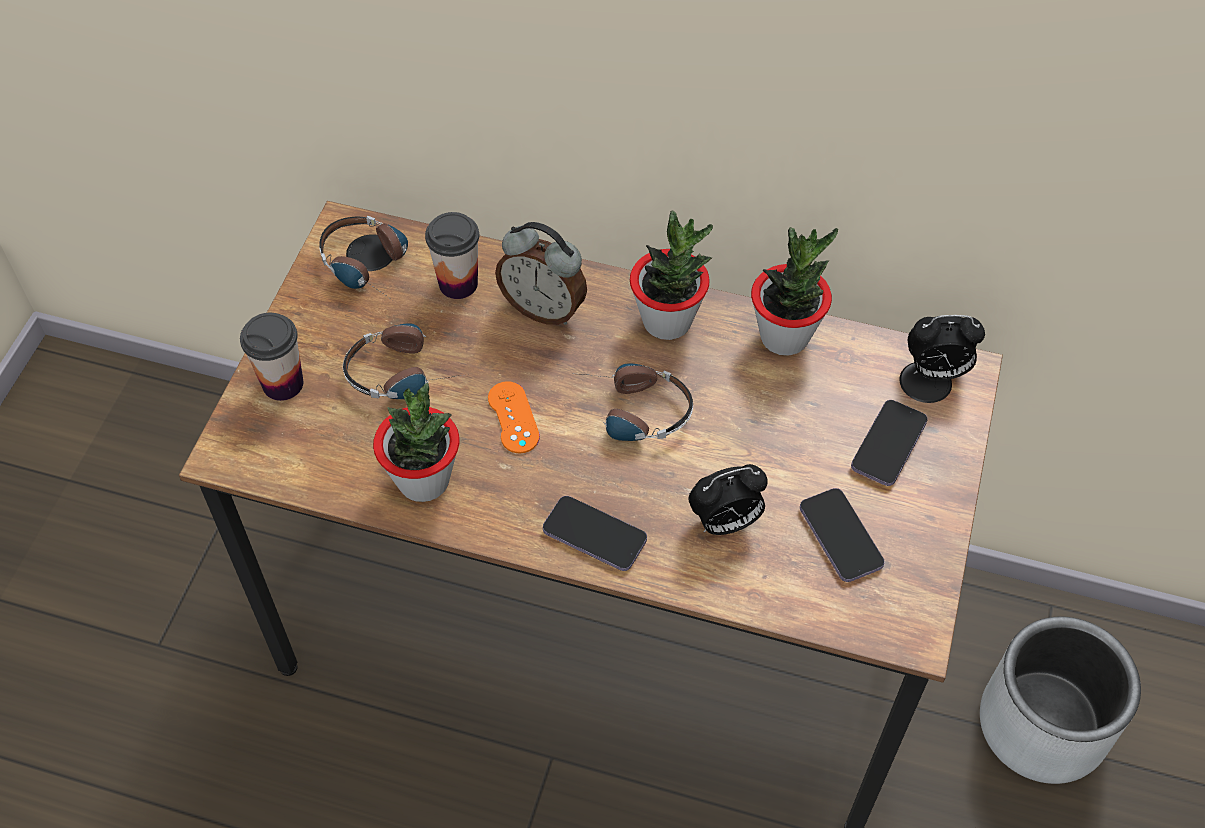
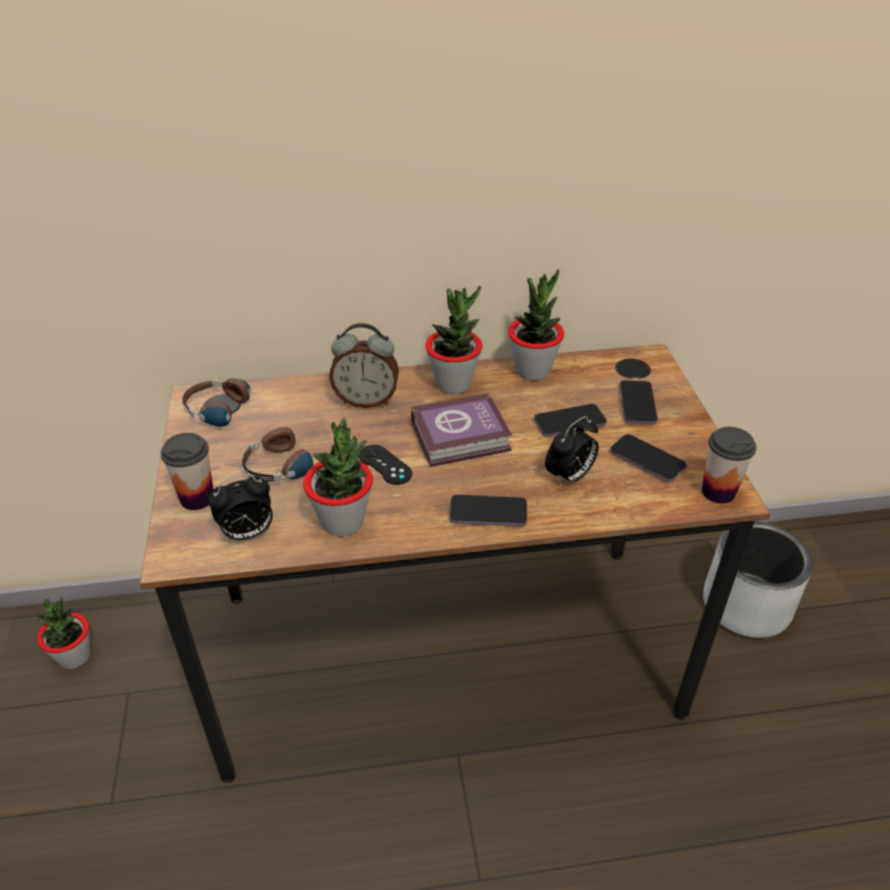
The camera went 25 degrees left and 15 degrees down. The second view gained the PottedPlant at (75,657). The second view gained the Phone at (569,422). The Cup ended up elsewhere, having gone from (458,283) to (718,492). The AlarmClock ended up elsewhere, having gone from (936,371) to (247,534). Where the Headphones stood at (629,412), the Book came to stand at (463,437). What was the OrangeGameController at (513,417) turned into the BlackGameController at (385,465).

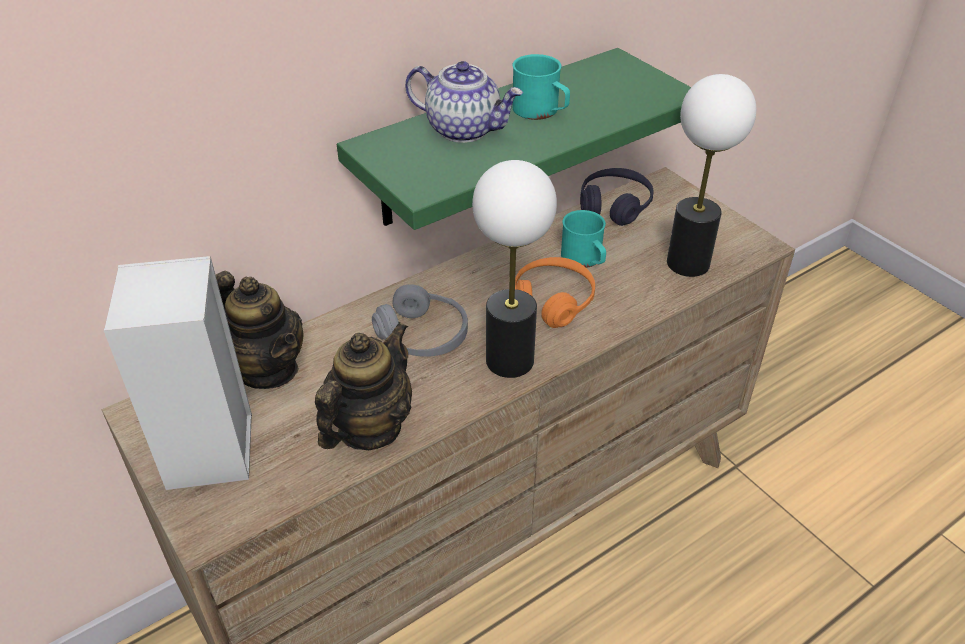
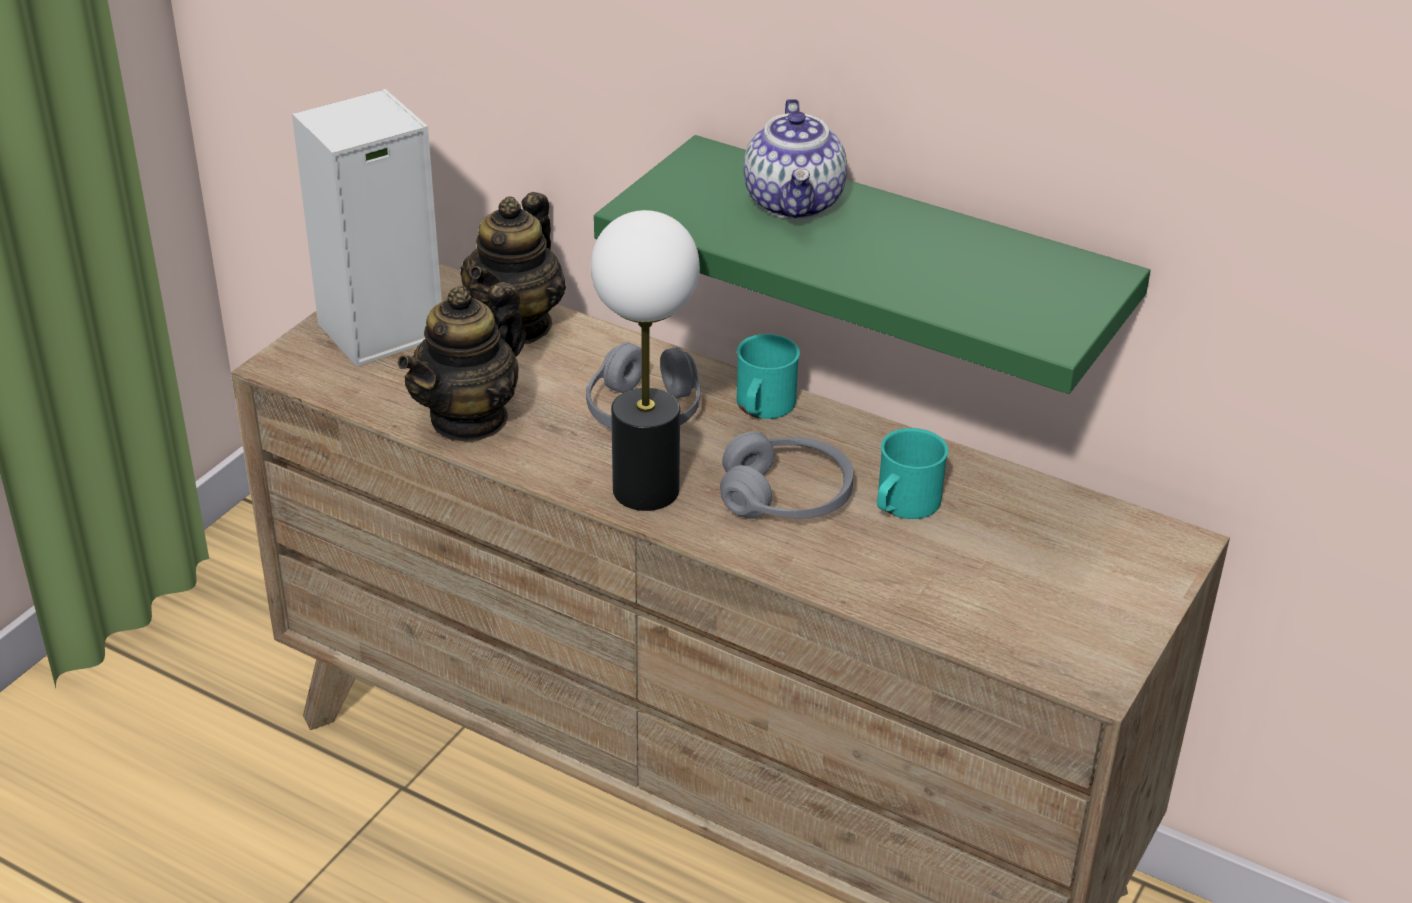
The camera went 65 degrees right and 5 degrees down. The second view lost the PurpleHeadphones at (614,206). The second view lost the TableLamp at (687,263). The TurquoiseMug ended up elsewhere, having gone from (541,111) to (762,408). What was the OrangeHeadphones at (551,302) turned into the GreyHeadphones at (785,497). The Teapot at (369,428) ended up facing another way, 120 degrees clockwise from before.

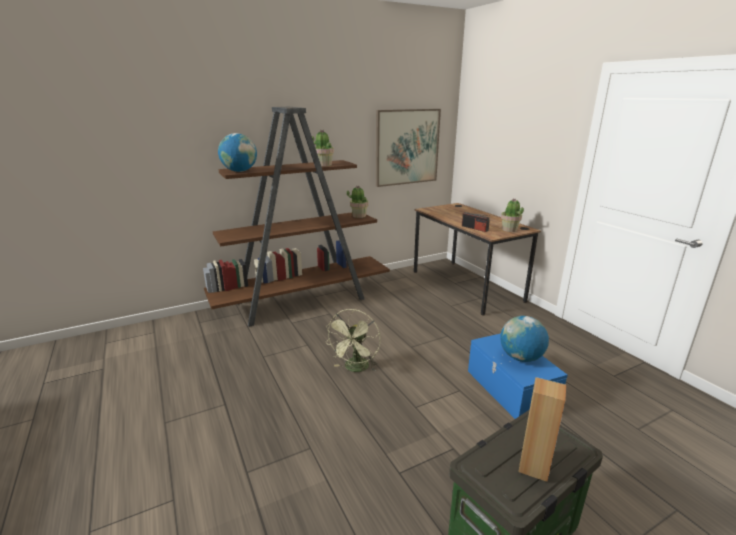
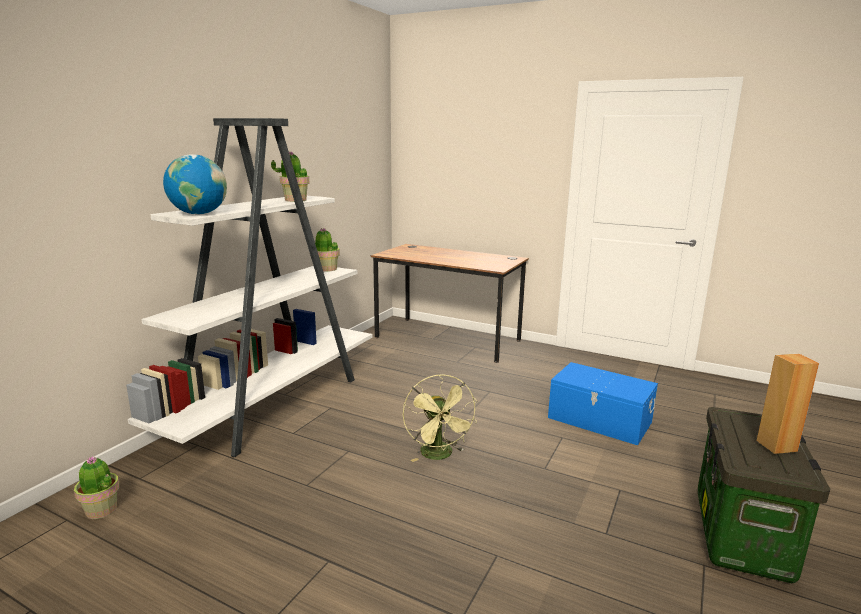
The camera went 35 degrees left and 5 degrees down. The second view lost the Picture at (407,147). The second view lost the Radio at (474,228). The second view lost the Globe at (520,357). The PottedPlant ended up elsewhere, having gone from (509,230) to (101,510). What was the BrownBookcase at (303,301) turned into the WhiteBookcase at (274,403).

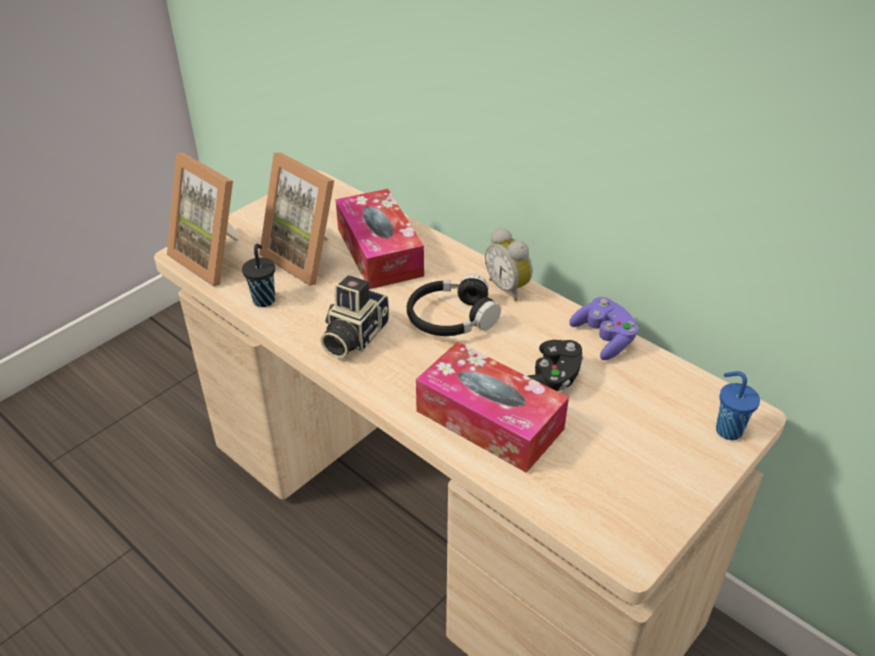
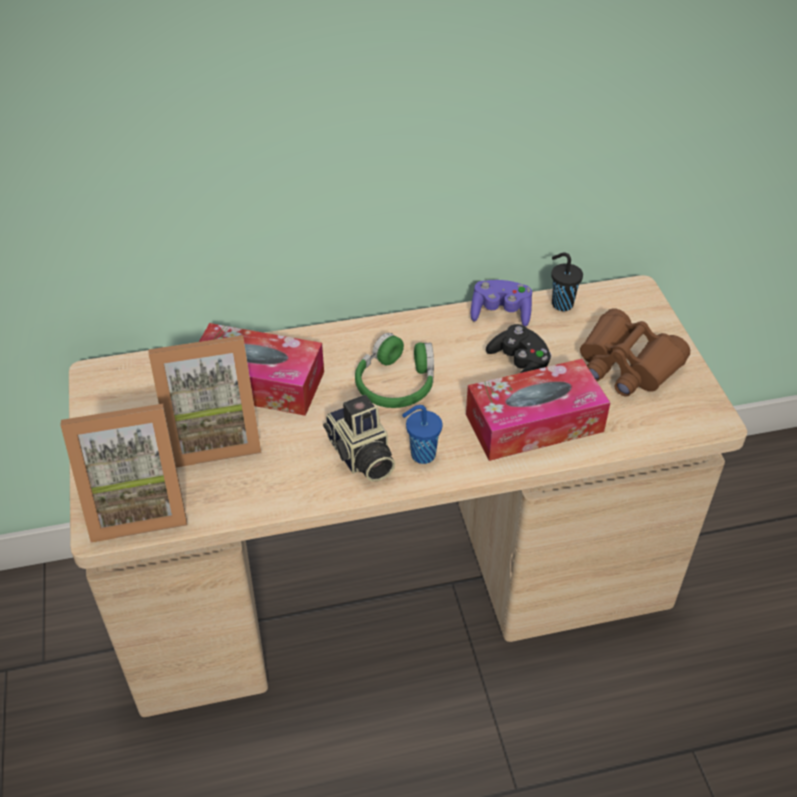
The camera went 55 degrees left and 5 degrees up. The second view lost the AlarmClock at (509,288). The second view gained the BrownBinoculars at (626,365). The BlackCup ended up elsewhere, having gone from (264,299) to (561,304). The BlueCup ended up elsewhere, having gone from (727,430) to (421,455). What was the BlackHeadphones at (451,318) turned into the GreenHeadphones at (396,383).

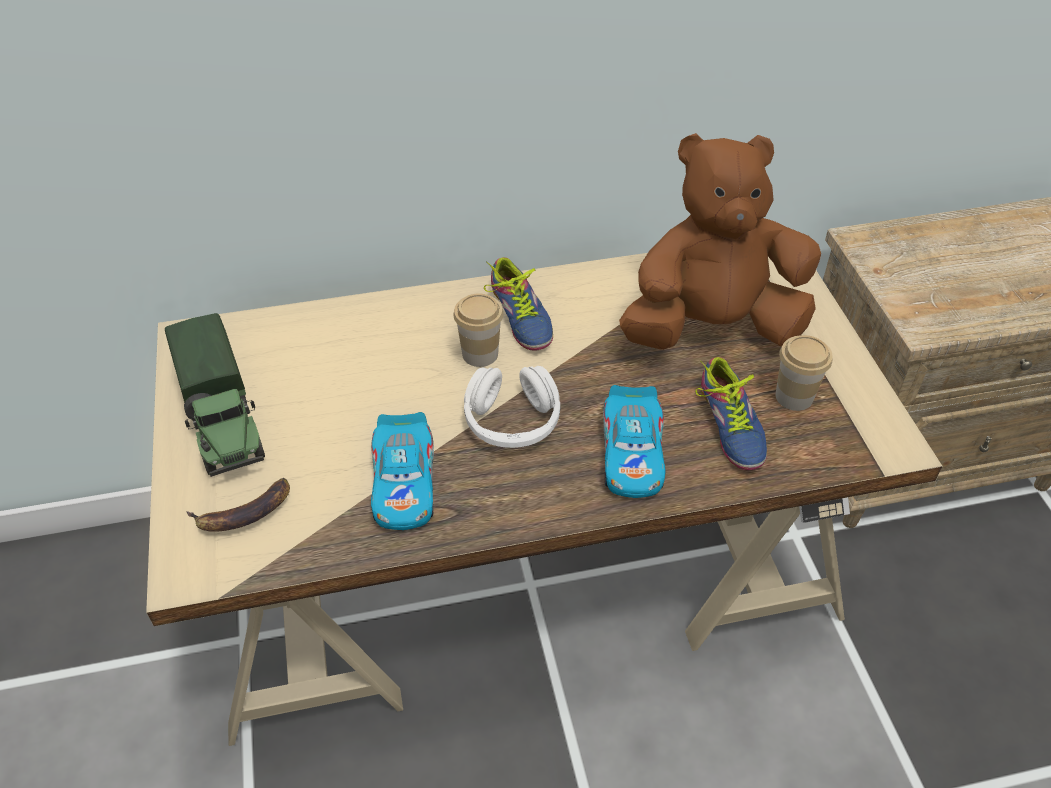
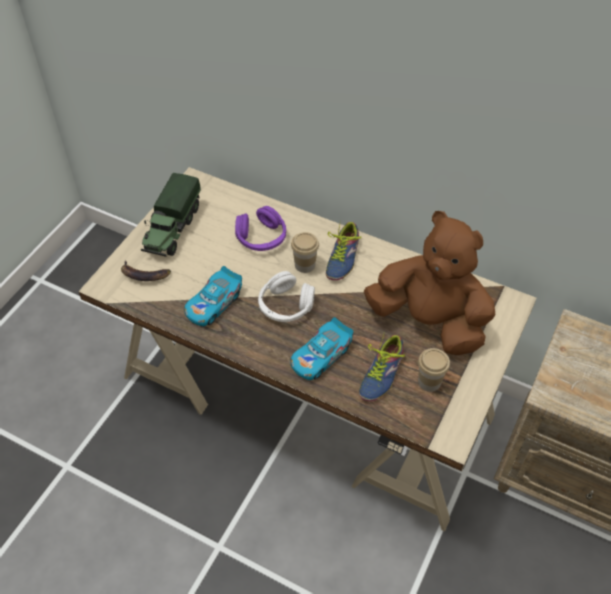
The camera went 40 degrees right and 5 degrees up. The second view gained the PurpleHeadphones at (261,237).

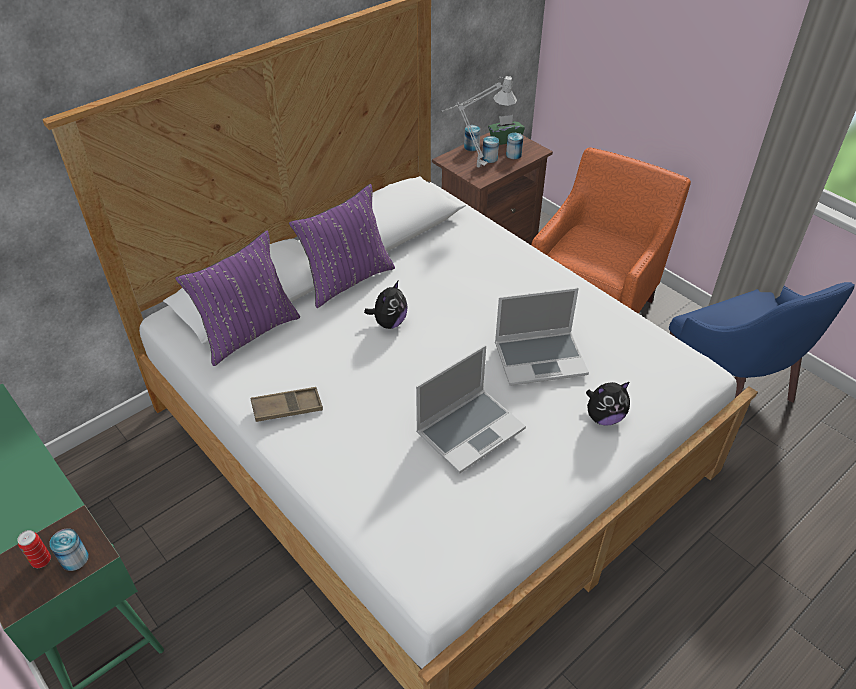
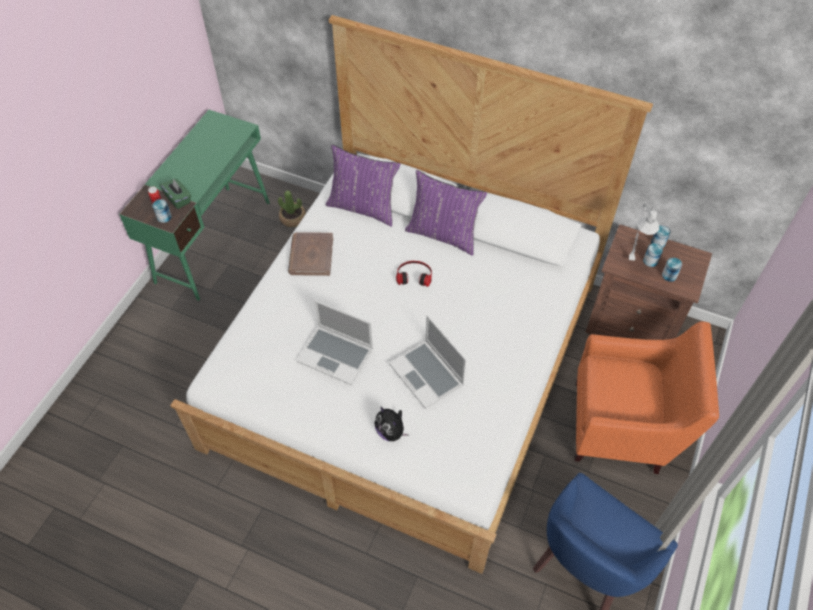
The camera went 65 degrees right and 10 degrees up. The second view gained the PottedPlant at (293,218). The GreenTissueBox ended up elsewhere, having gone from (505,139) to (178,199). Where the BrownTray stood at (287,408), the BrownBook came to stand at (311,256). Where the PlushToy stood at (389,323), the Headphones came to stand at (414,275).

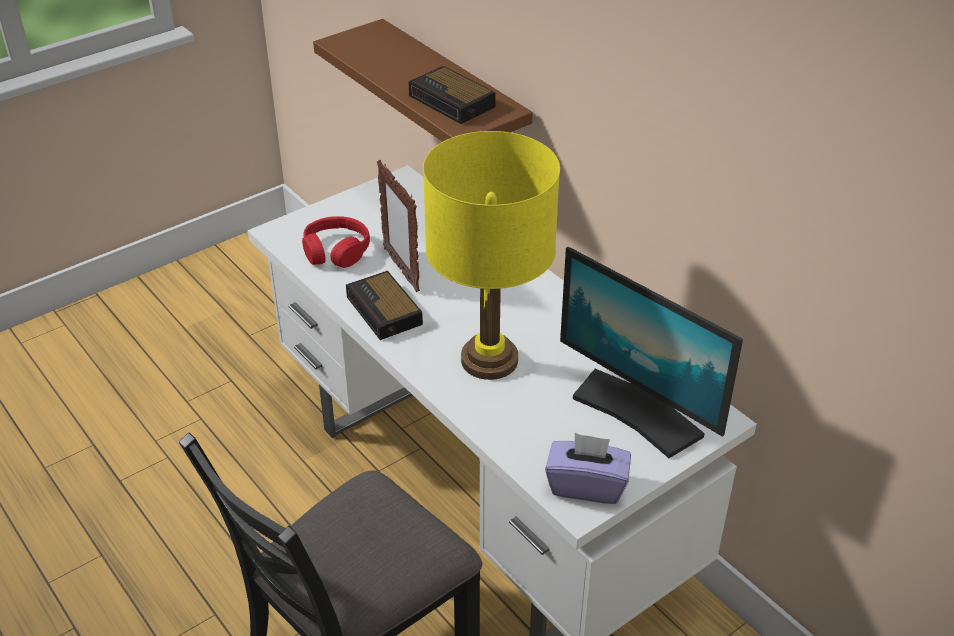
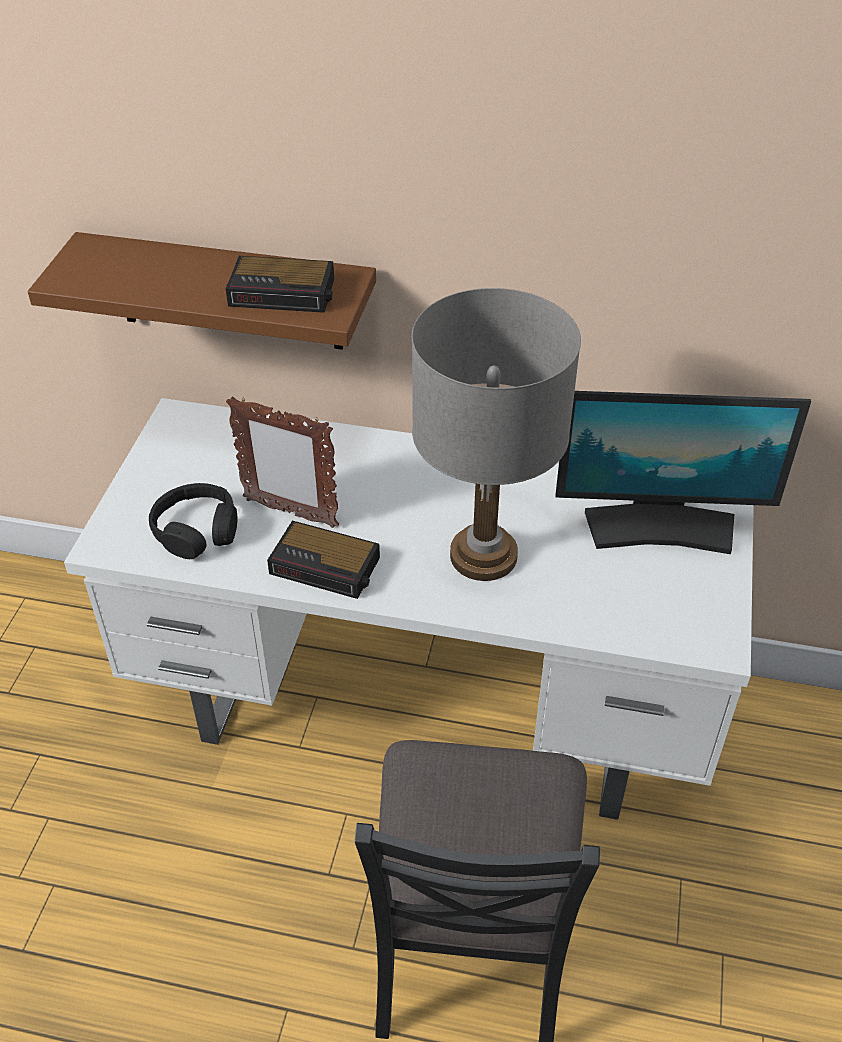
The camera went 40 degrees left and 5 degrees up. The second view lost the PurpleTissueBox at (586,485). What was the RedHeadphones at (336,251) turned into the BlackHeadphones at (197,530). What was the YellowTableLamp at (489,360) turned into the GreyTableLamp at (483,555).

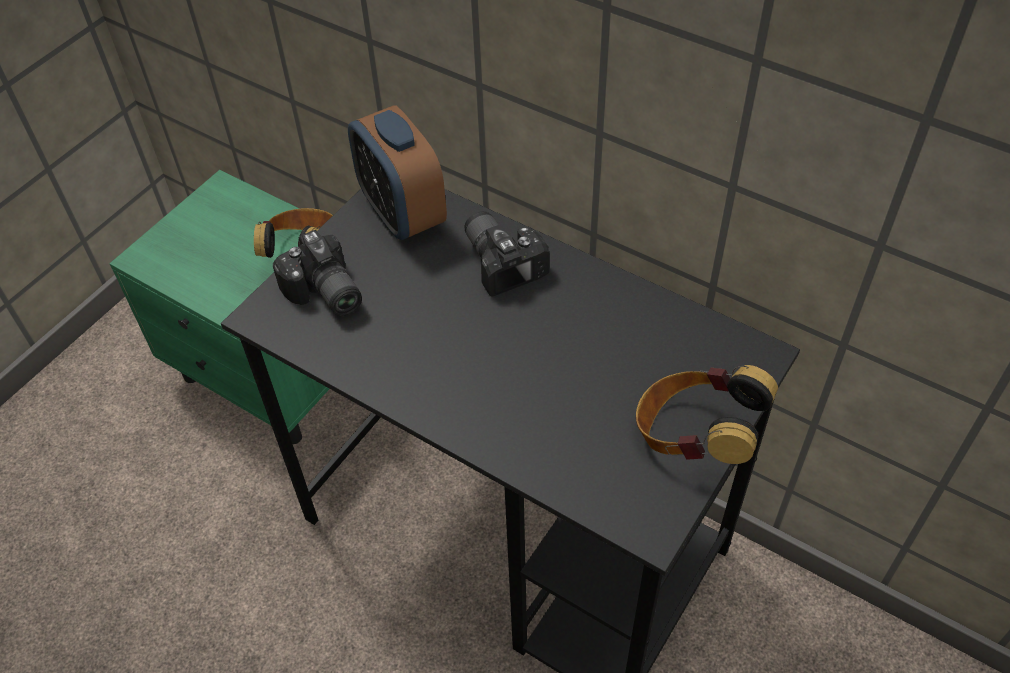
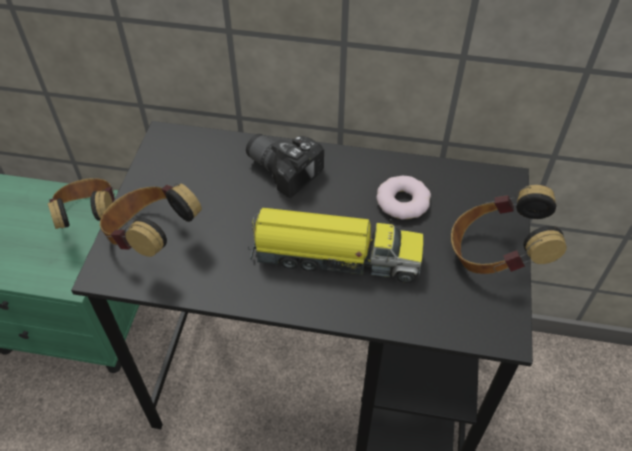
The camera went 25 degrees left and 0 degrees up. The second view lost the AlarmClock at (402,213). The second view gained the ToyTruck at (334,255). The second view gained the Donut at (402,201). Where the PhotoCamera stood at (323,294), the Headphones came to stand at (151,238).

